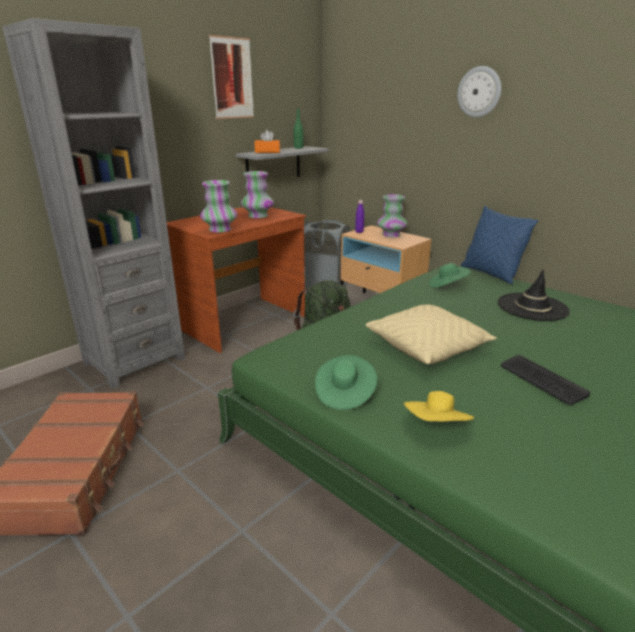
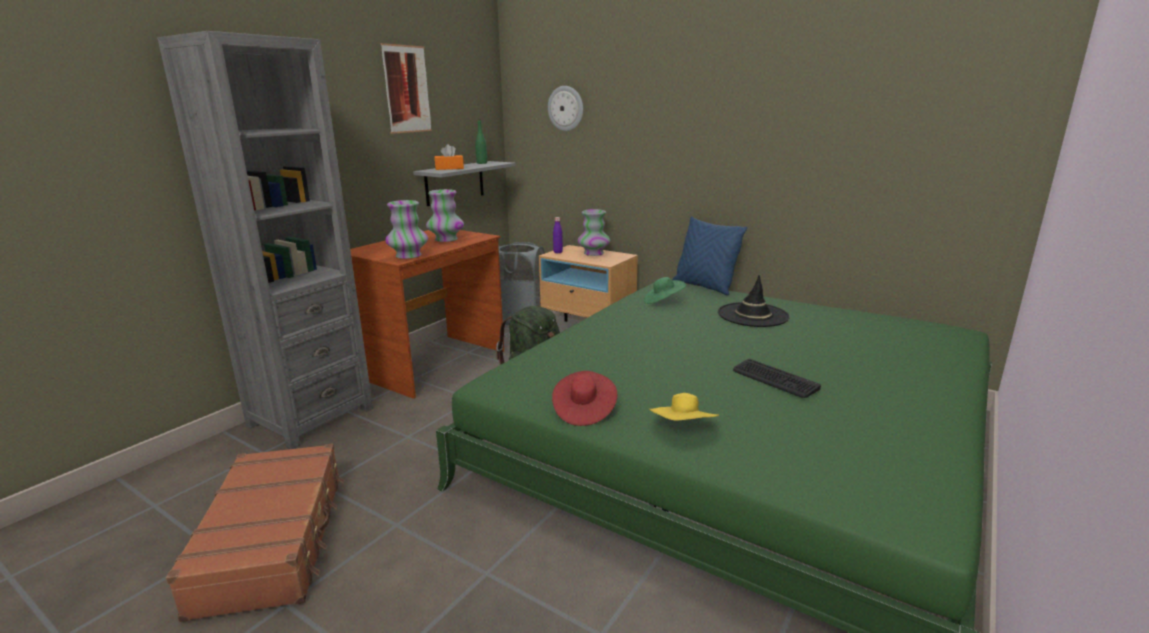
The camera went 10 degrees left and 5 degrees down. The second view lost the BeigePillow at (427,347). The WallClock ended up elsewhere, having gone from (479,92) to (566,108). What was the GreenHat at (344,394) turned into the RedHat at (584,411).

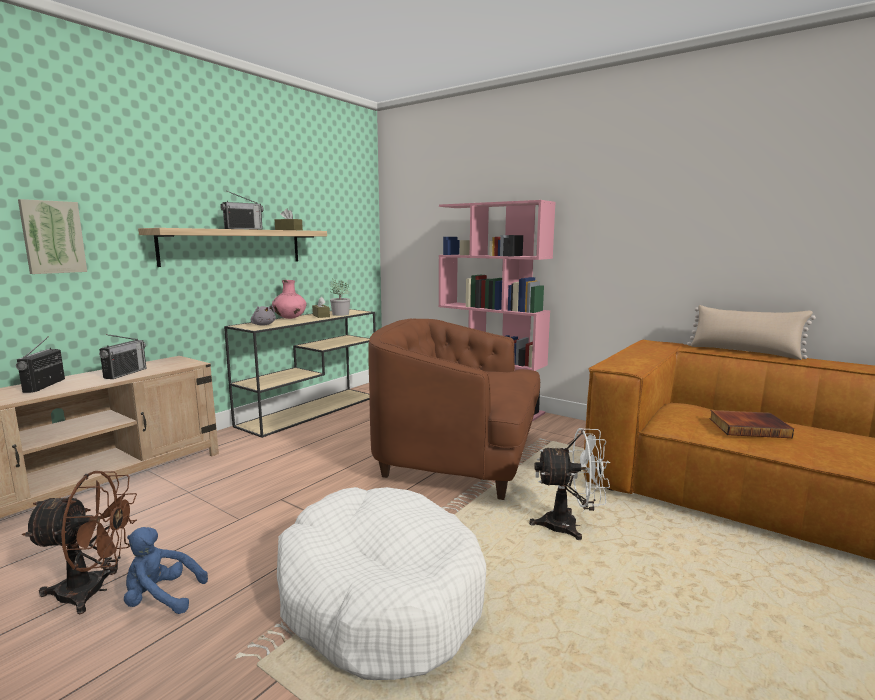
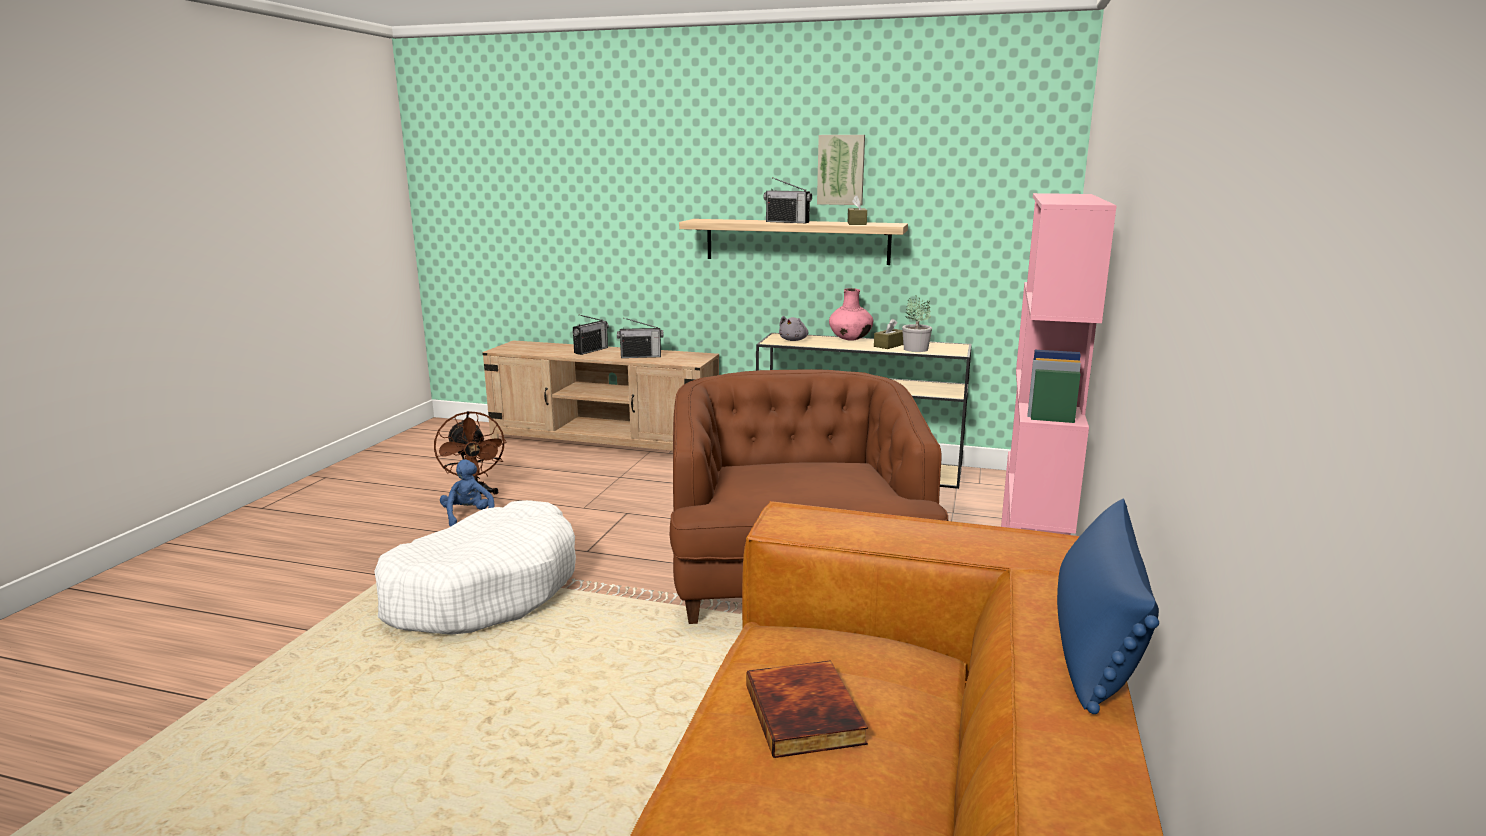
The camera went 70 degrees right and 5 degrees up. The second view lost the WhiteFan at (569,526). The Picture ended up elsewhere, having gone from (52,237) to (841,170). What was the BeigePillow at (744,352) turned into the BluePillow at (1095,641). The Radio at (44,386) ended up facing another way, 150 degrees clockwise from before.

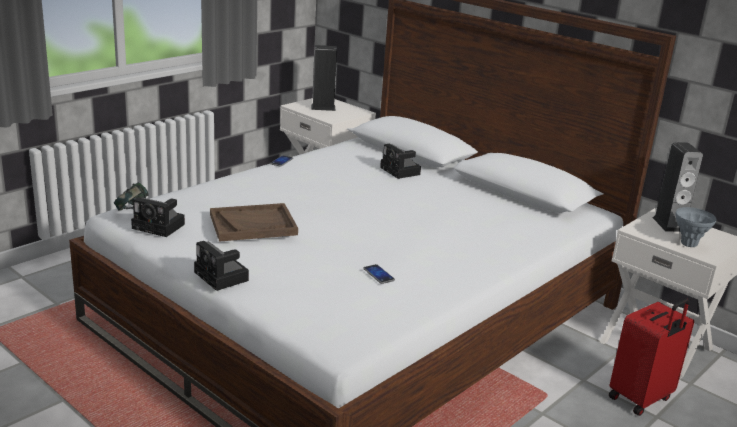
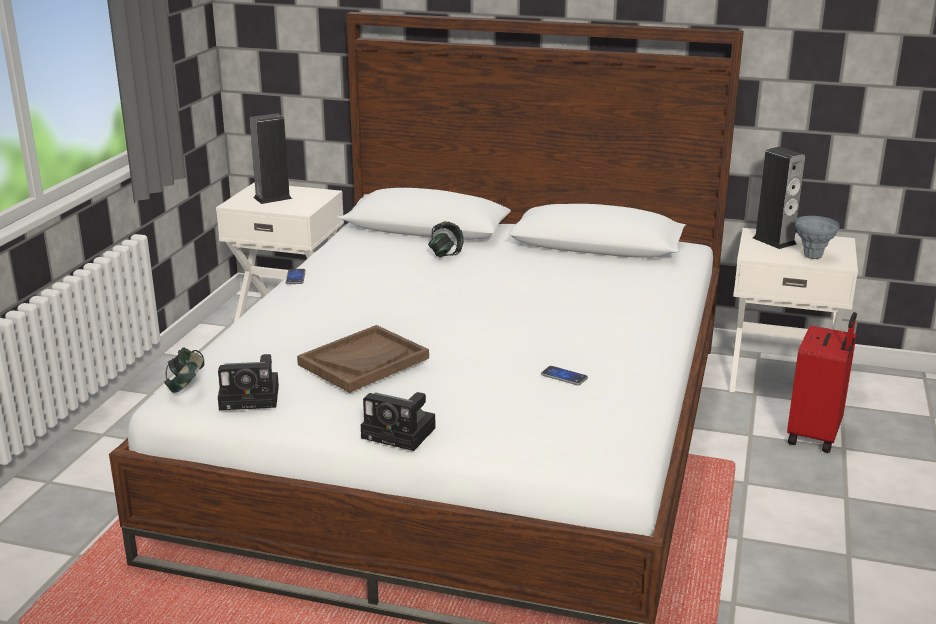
The camera went 25 degrees left and 0 degrees up. Where the PhotoCamera stood at (401,171), the Headphones came to stand at (445,254).

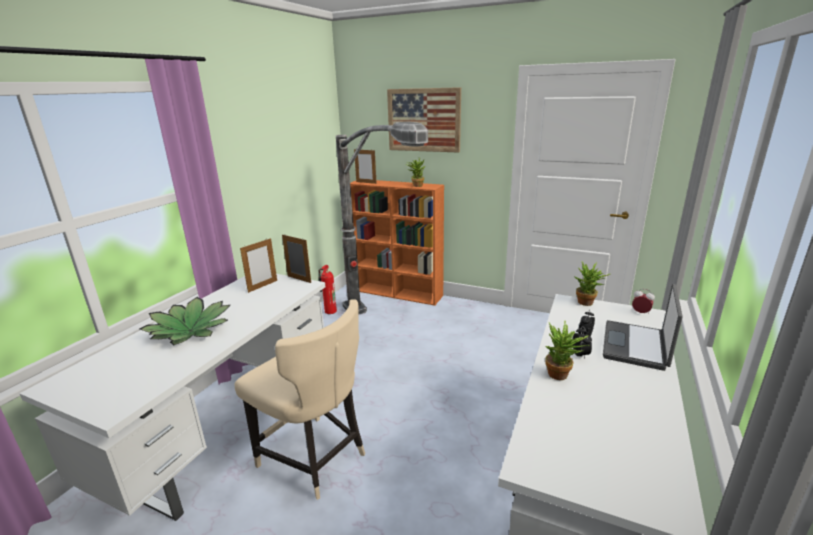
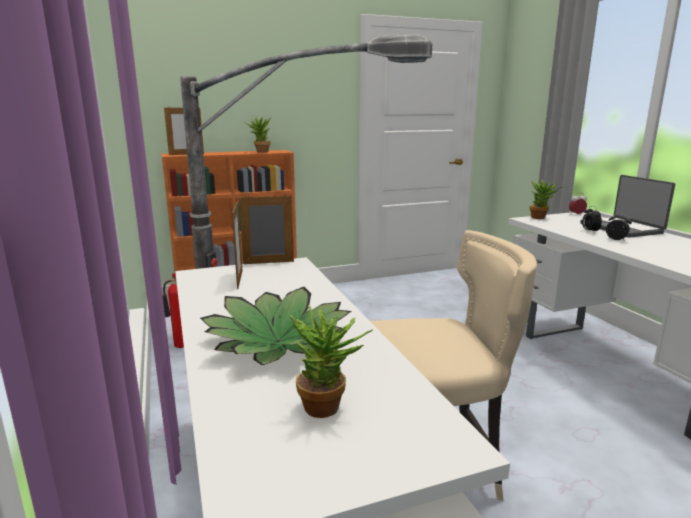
The camera went 45 degrees left and 5 degrees down. The second view lost the Picture at (423,120). The PottedPlant ended up elsewhere, having gone from (561,376) to (329,408).

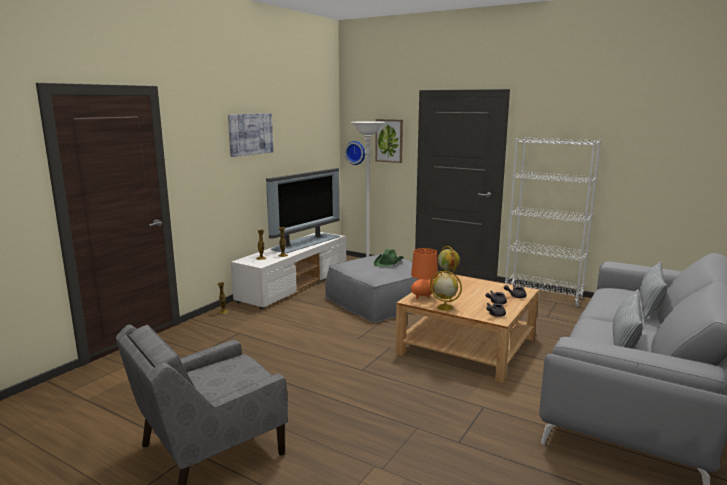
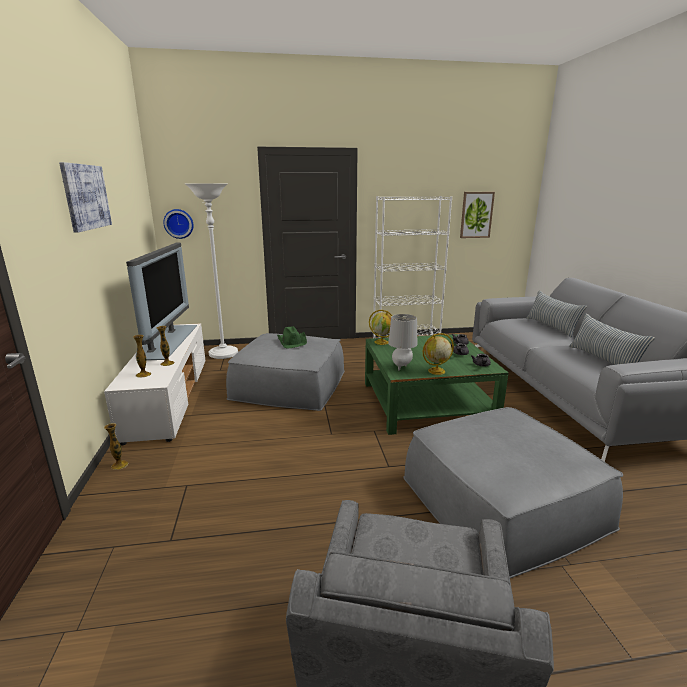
The camera went 40 degrees left and 5 degrees up. The second view gained the GreyOttoman at (502,501). The Picture ended up elsewhere, having gone from (389,140) to (476,215). What was the BeigeCoffeeTable at (467,345) turned into the GreenCoffeeTable at (426,402). What was the OrangeTableLamp at (423,297) turned into the GreyTableLamp at (401,367).

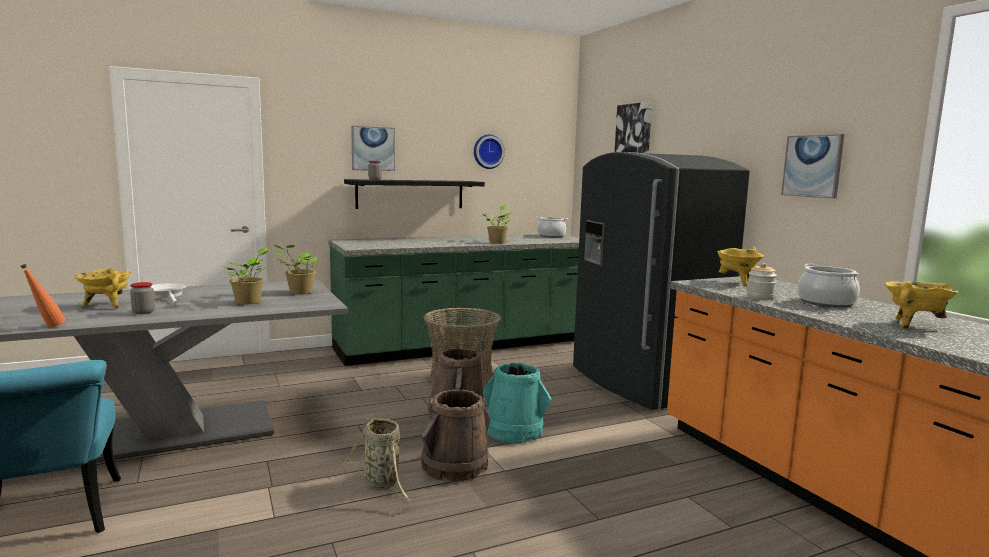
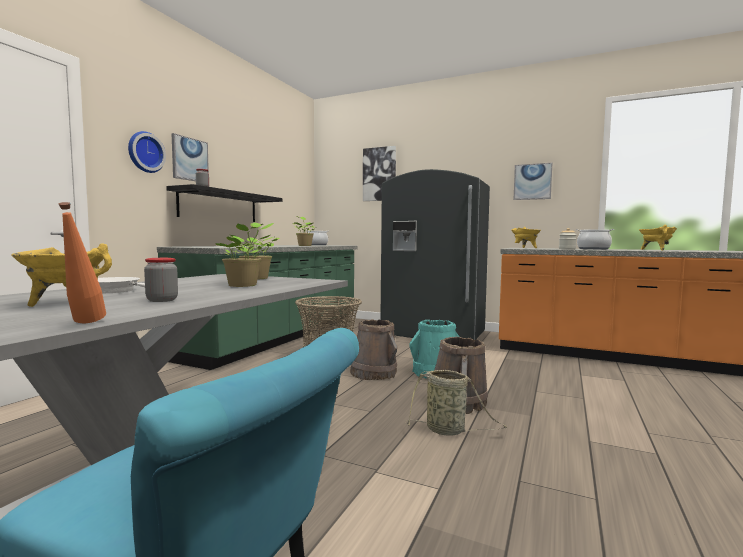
The camera went 40 degrees left and 5 degrees down. The WallClock ended up elsewhere, having gone from (487,151) to (145,152).

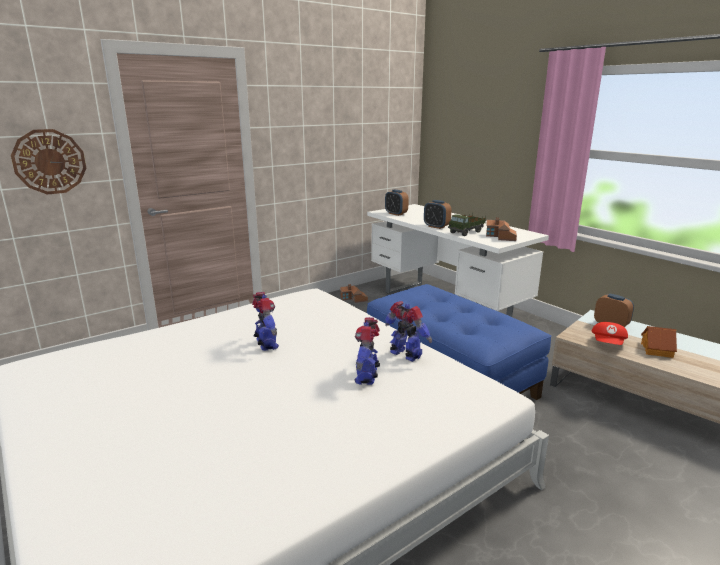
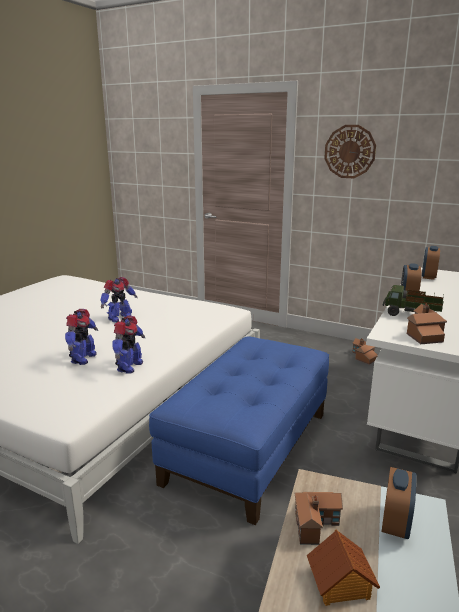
The camera went 65 degrees right and 0 degrees up. The WallClock ended up elsewhere, having gone from (49,162) to (349,151). Where the RedCap stood at (608,344), the ToyHouse came to stand at (316,521). The ToyRobot at (367,376) ended up facing another way, 120 degrees clockwise from before.

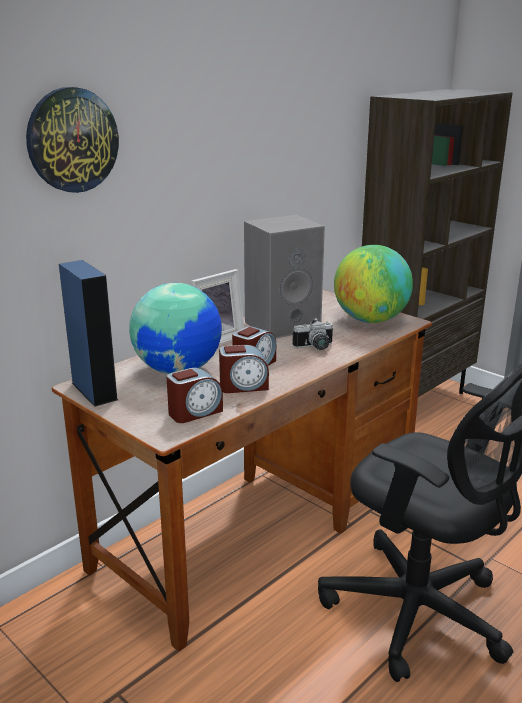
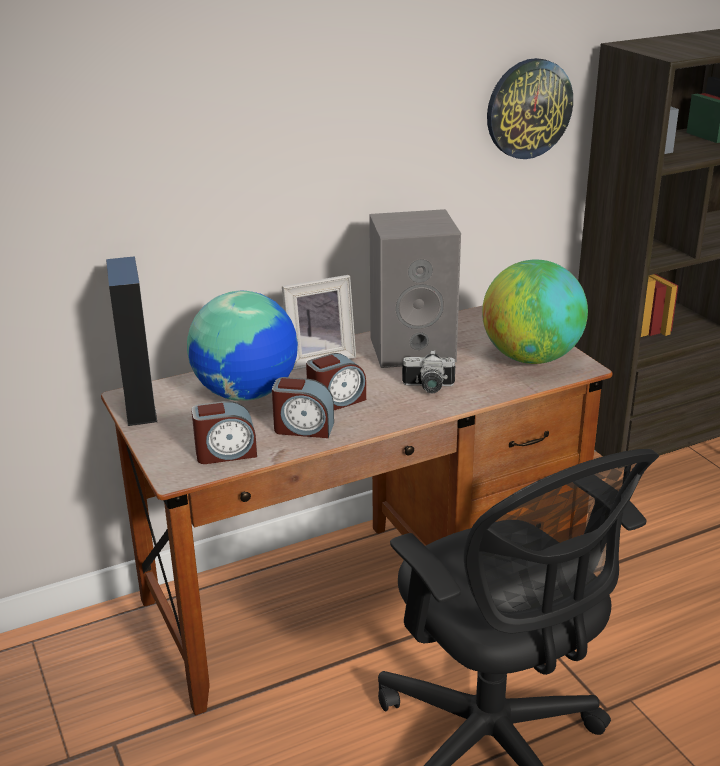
The camera went 20 degrees right and 5 degrees up. The WallClock ended up elsewhere, having gone from (72,140) to (528,108).

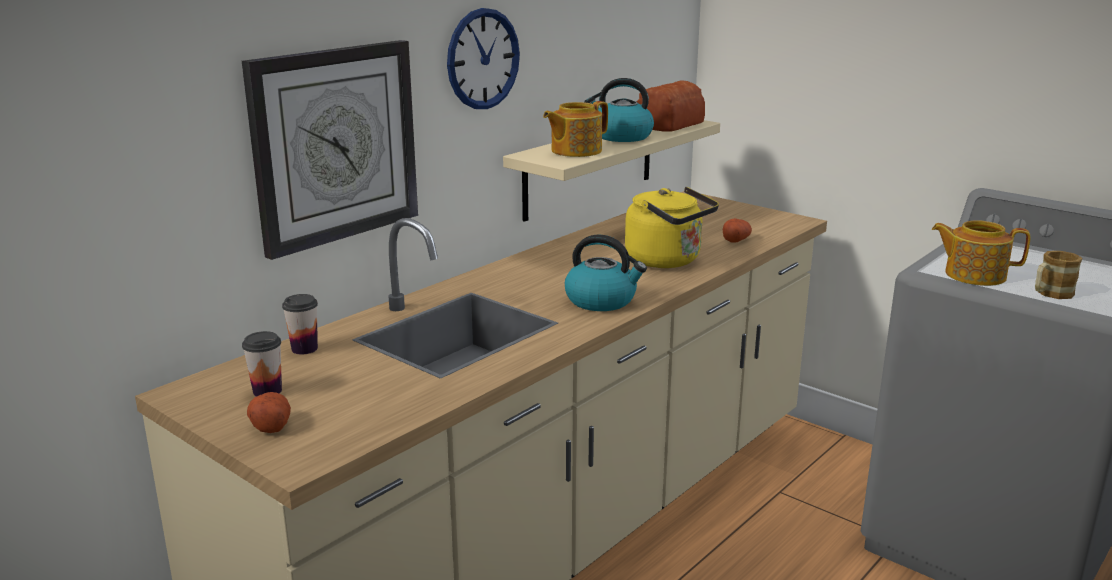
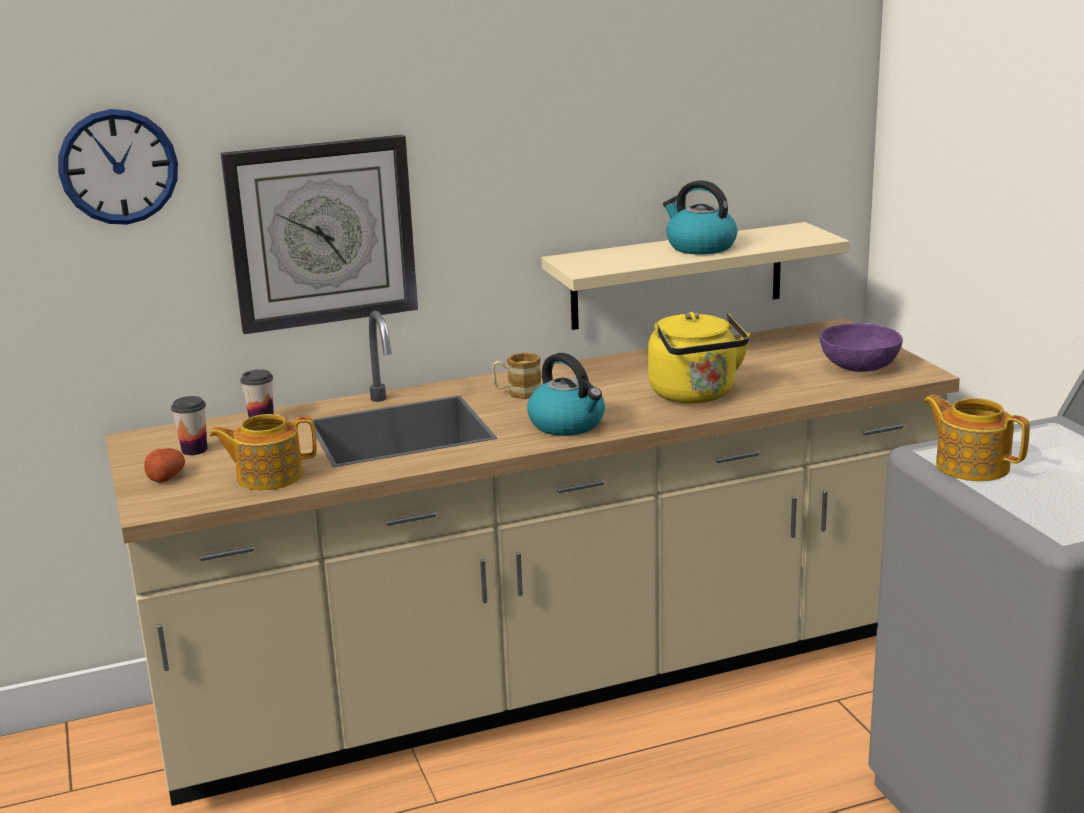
The camera went 30 degrees right and 0 degrees up. The second view lost the Bread at (667,124). The second view lost the Potato at (735,240). The second view gained the PurpleBowl at (858,367). The WallClock ended up elsewhere, having gone from (483,59) to (118,167). The Teapot ended up elsewhere, having gone from (575,151) to (268,476). The Mug ended up elsewhere, having gone from (1050,294) to (517,393).

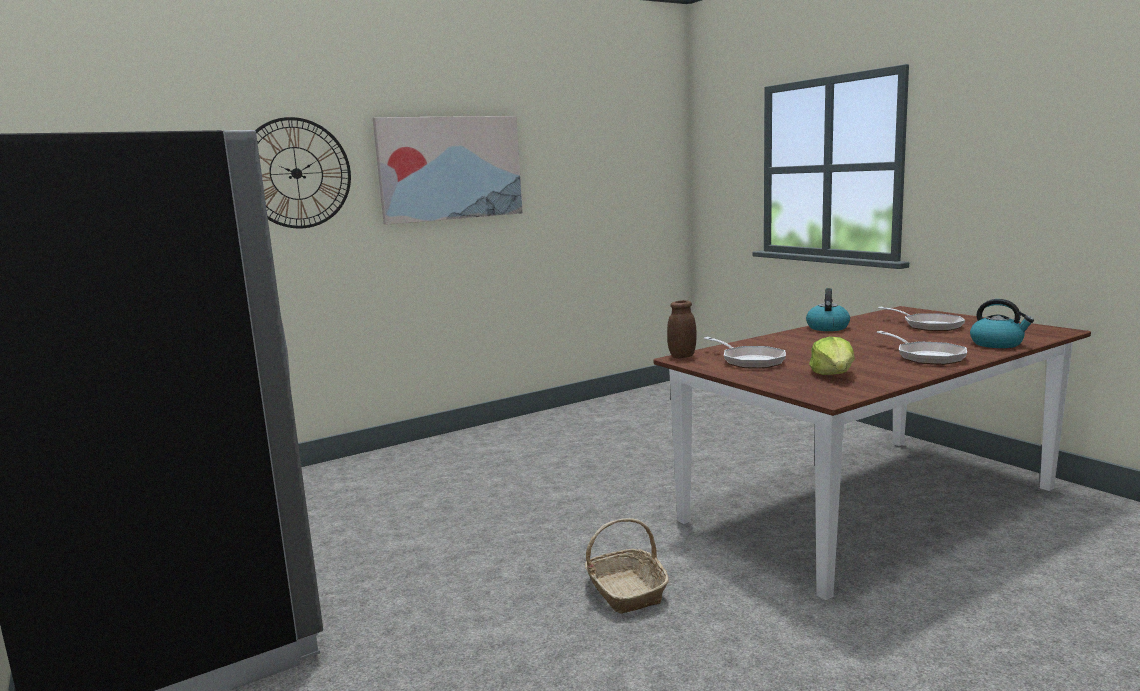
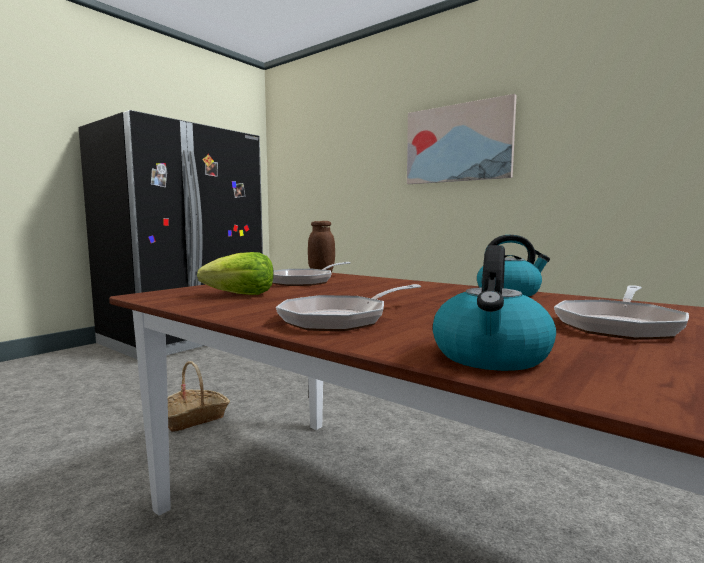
The camera went 70 degrees right and 5 degrees down. The second view lost the WallClock at (296,173).

